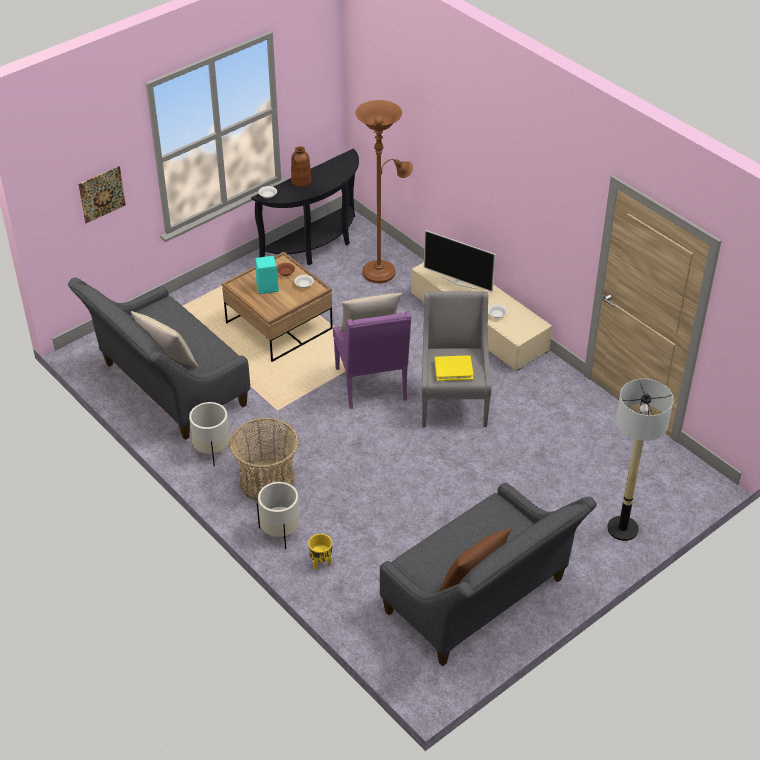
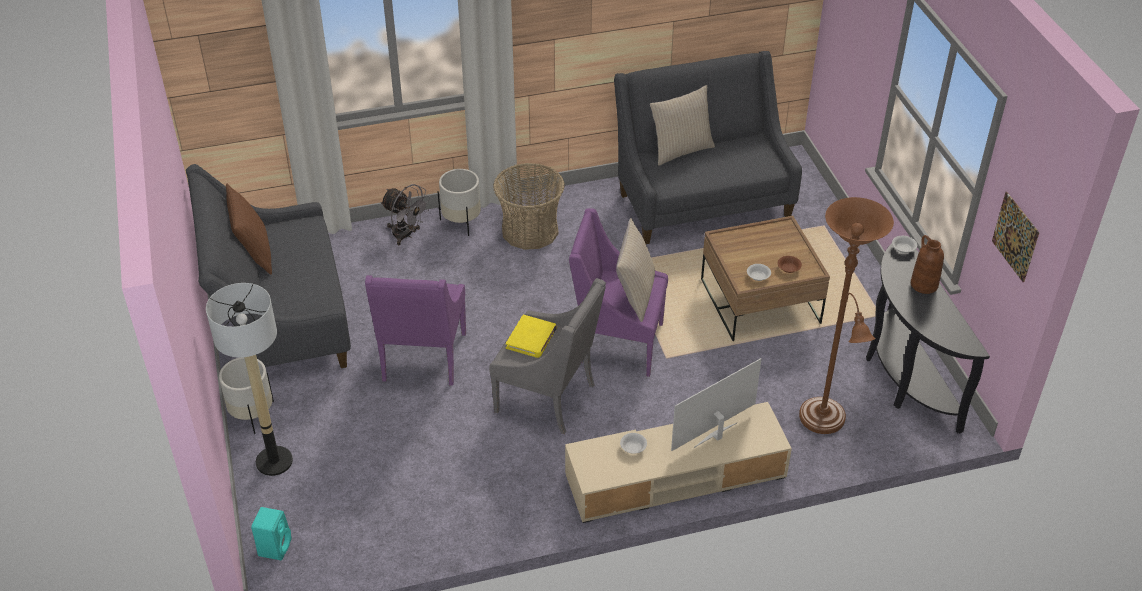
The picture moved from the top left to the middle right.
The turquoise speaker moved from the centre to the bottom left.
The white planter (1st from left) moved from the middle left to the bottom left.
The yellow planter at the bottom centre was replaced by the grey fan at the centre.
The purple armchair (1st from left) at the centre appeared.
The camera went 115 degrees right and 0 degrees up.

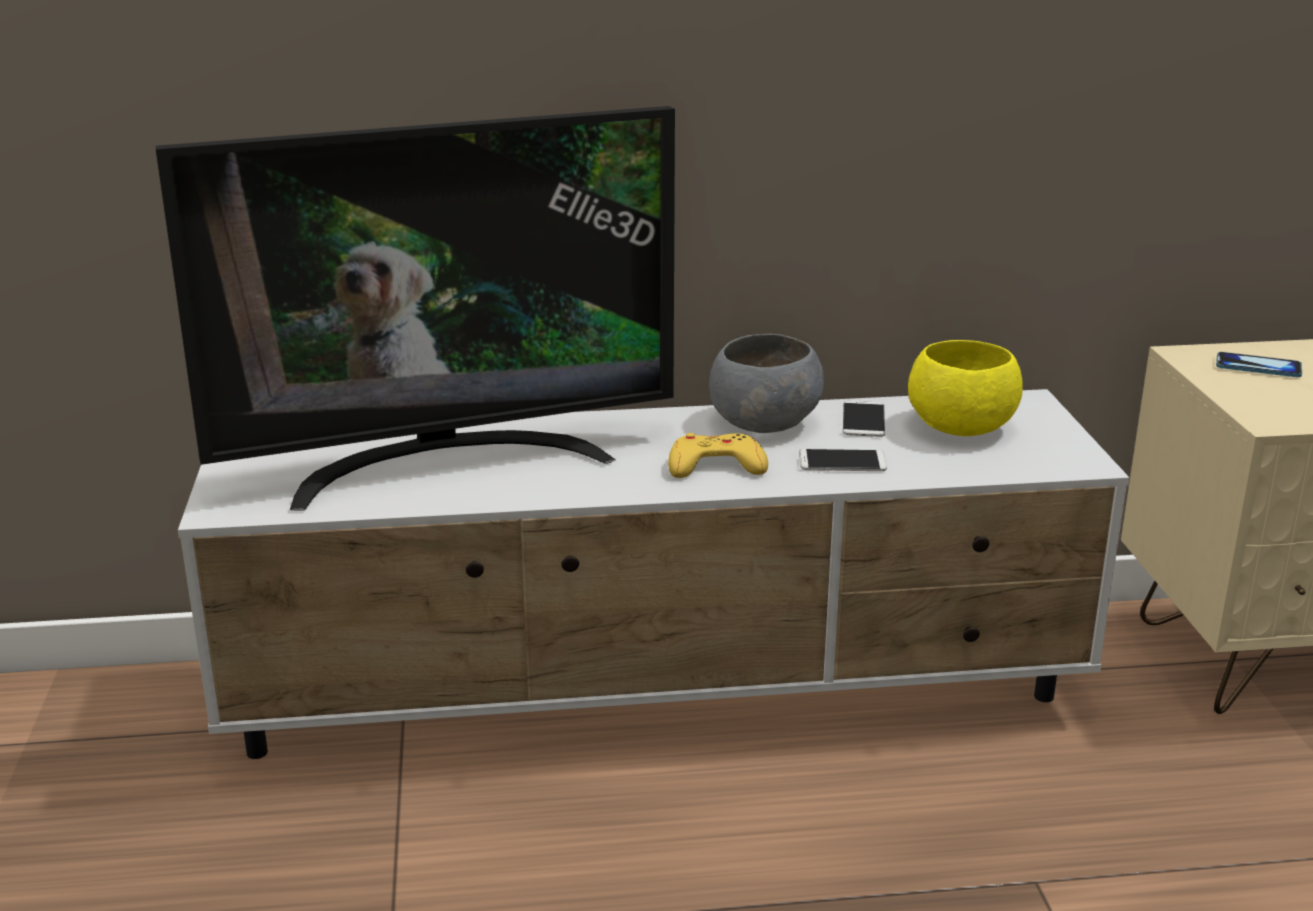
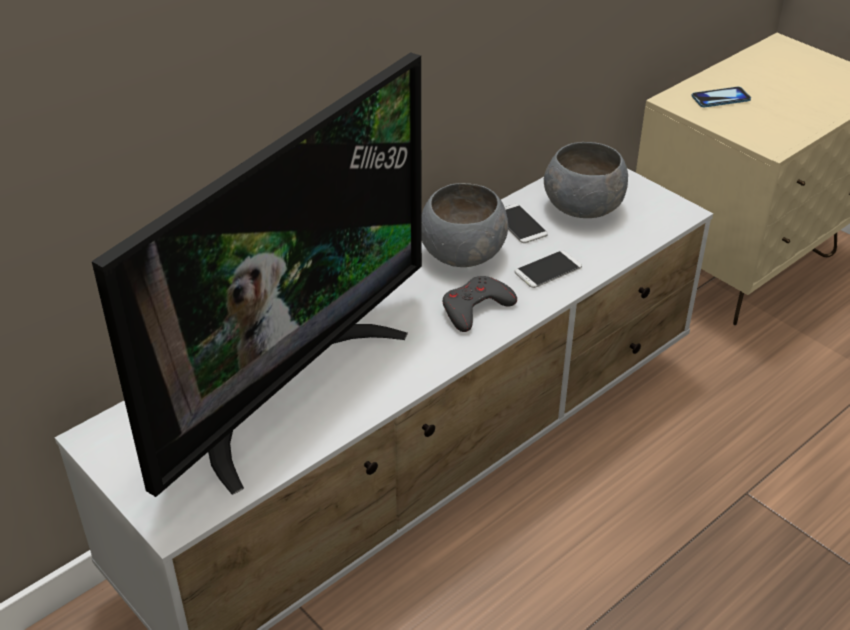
The yellow bowl at the middle right became the grey bowl (2nd from left) at the top right.
The yellow game controller at the centre became the grey game controller at the centre.
The camera went 35 degrees left and 15 degrees up.

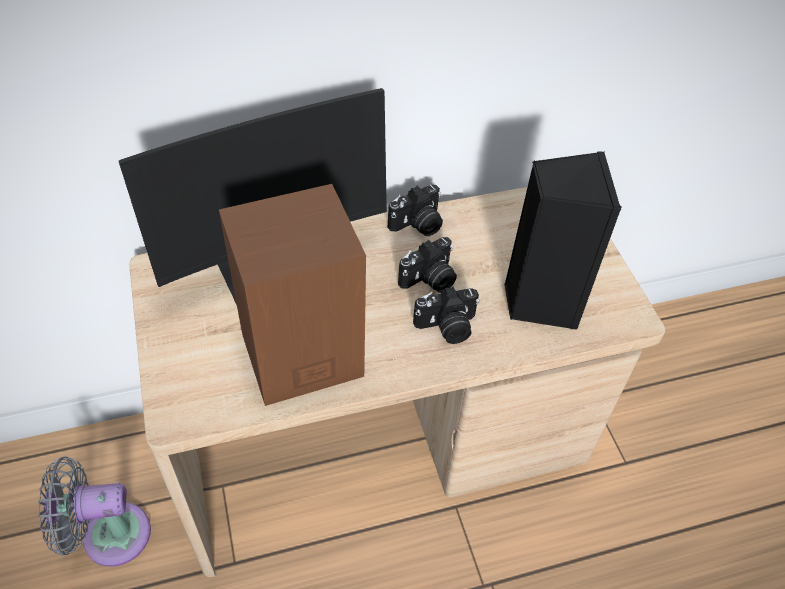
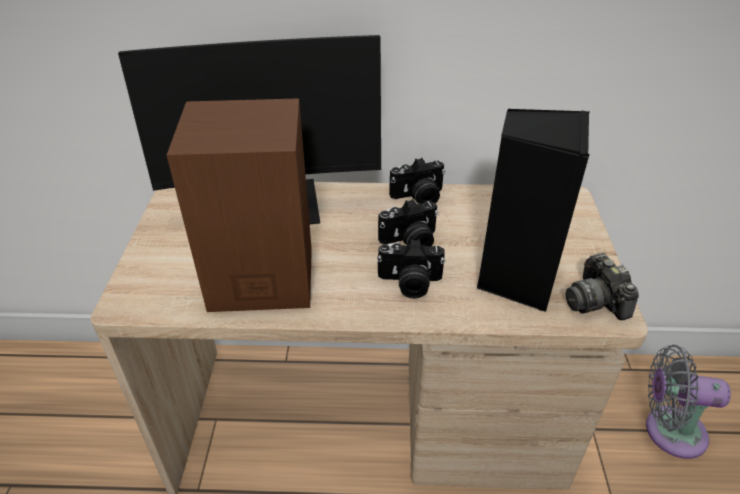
The grey fan moved from the bottom left to the bottom right.
The photo camera (4th from left) at the middle right appeared.
The camera went 20 degrees right and 10 degrees down.

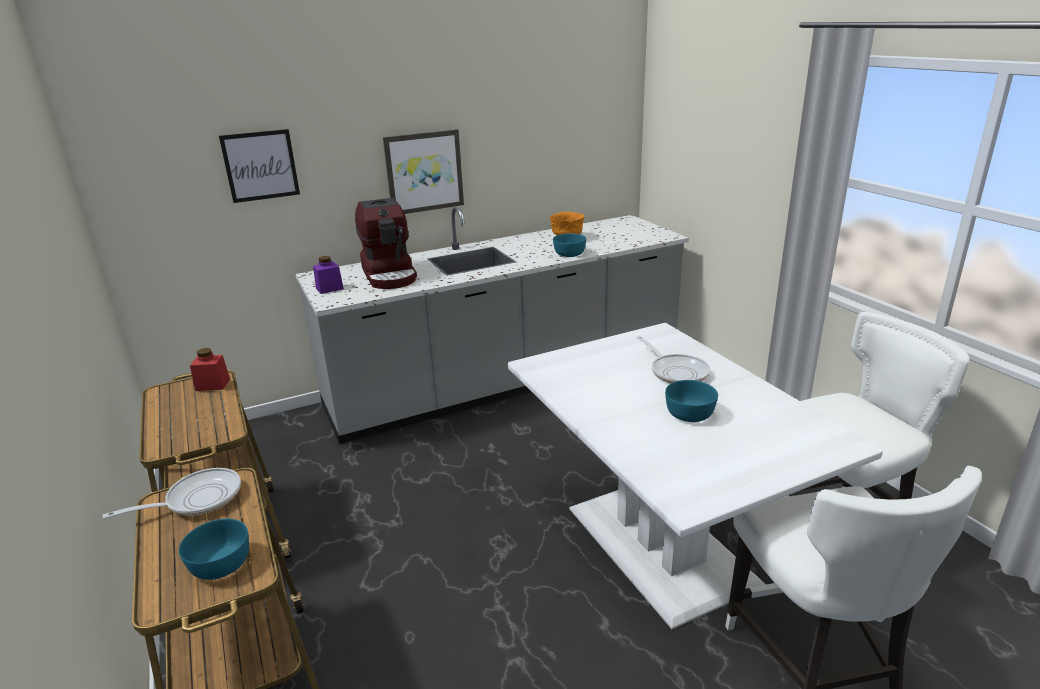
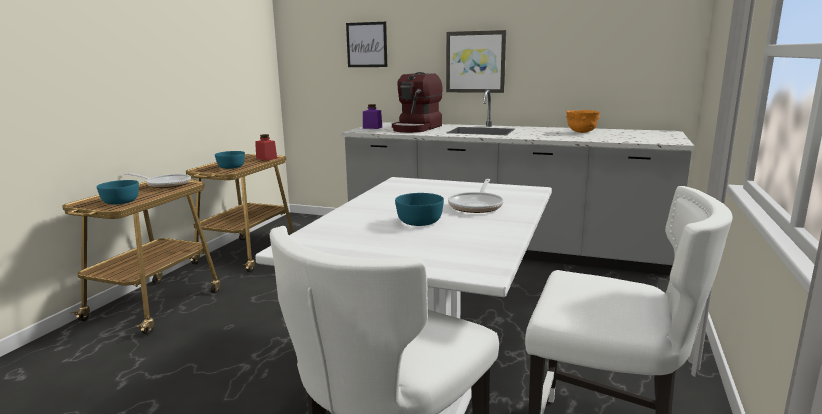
The turquoise bowl (2nd from left) moved from the centre to the middle left.
The camera went 45 degrees right and 10 degrees down.

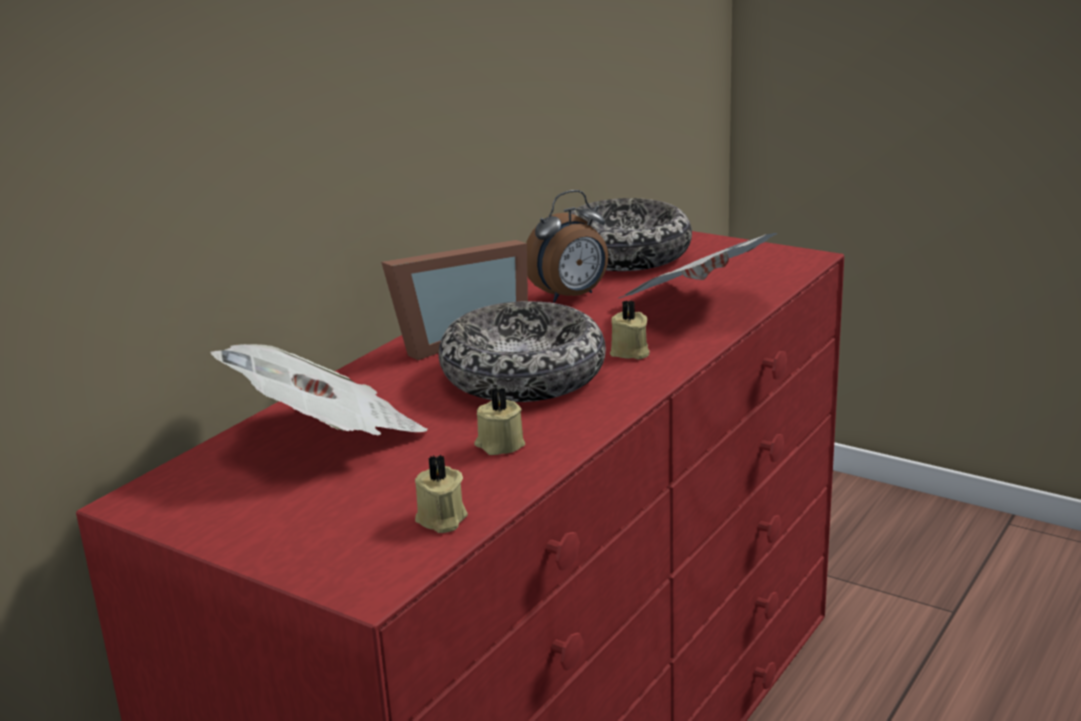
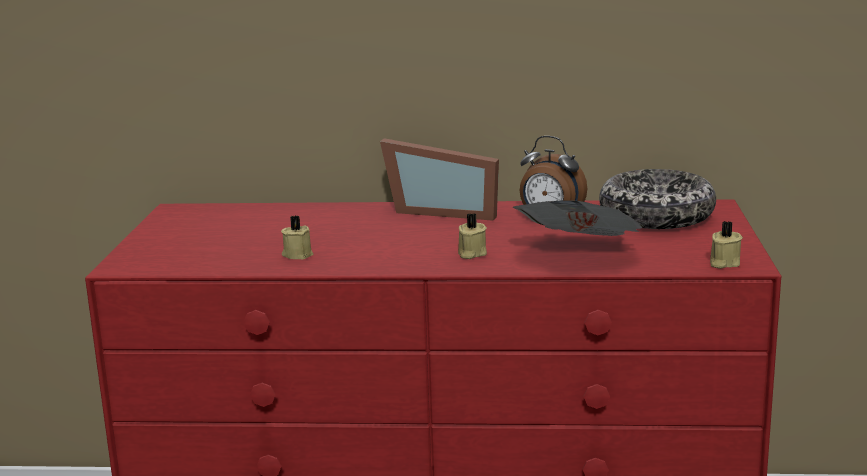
The bowl (1st from left) at the centre disappeared.
The newspaper (1st from left) at the middle left disappeared.
The beige candle (1st from left in the first image) moved from the bottom centre to the middle right.
The camera went 60 degrees right and 5 degrees down.

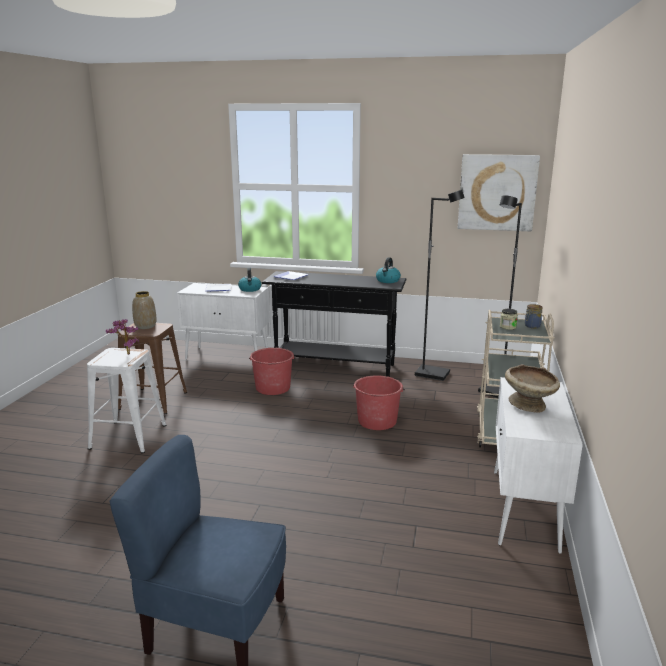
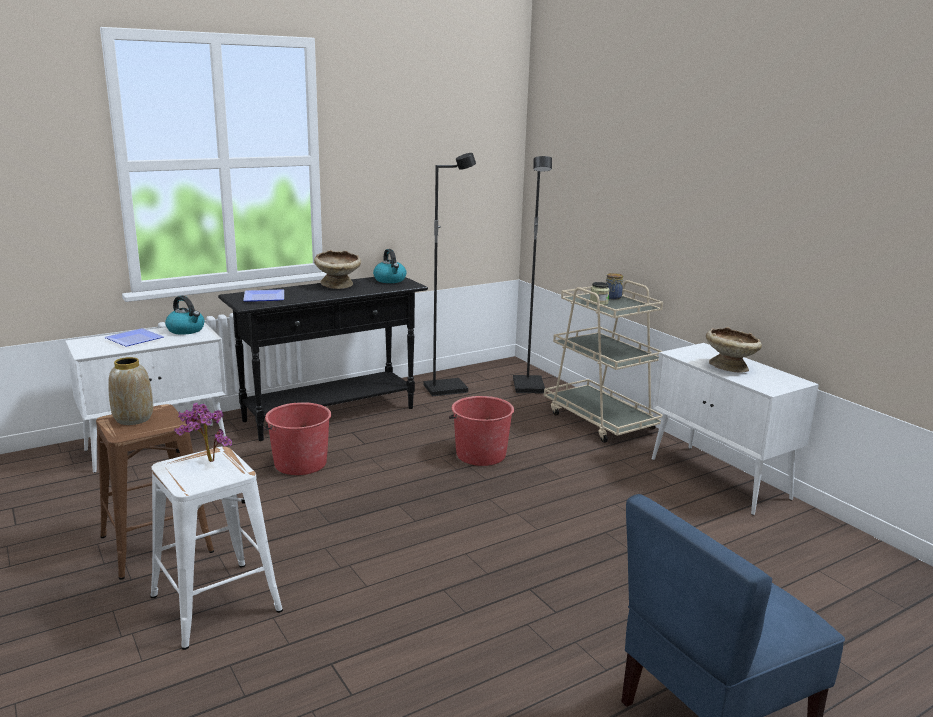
The picture at the top right disappeared.
The beige bowl (1st from left) at the centre appeared.
The camera went 45 degrees left and 0 degrees up.

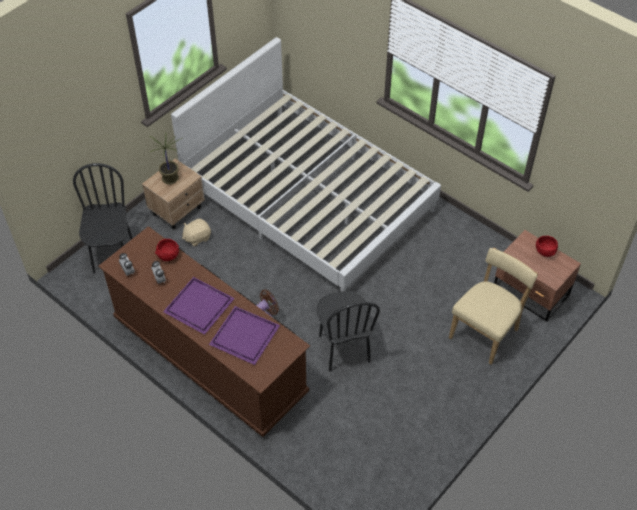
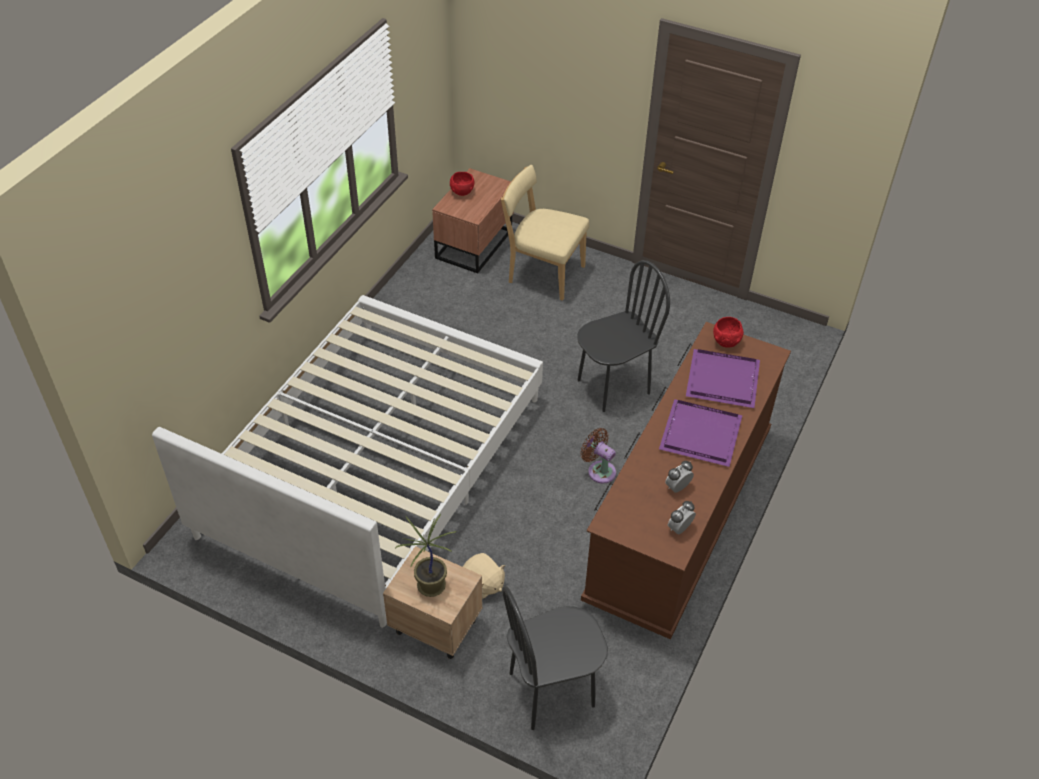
The red bowl (1st from left in the first image) moved from the middle left to the middle right.
The camera went 105 degrees left and 5 degrees down.

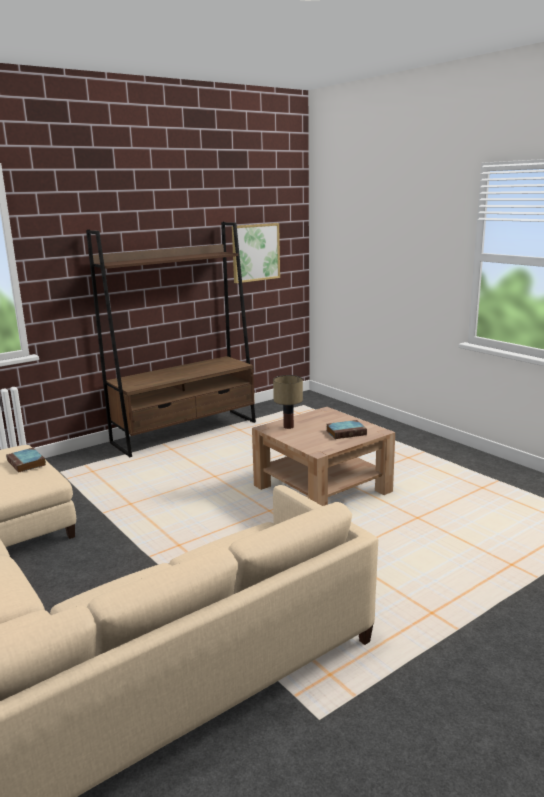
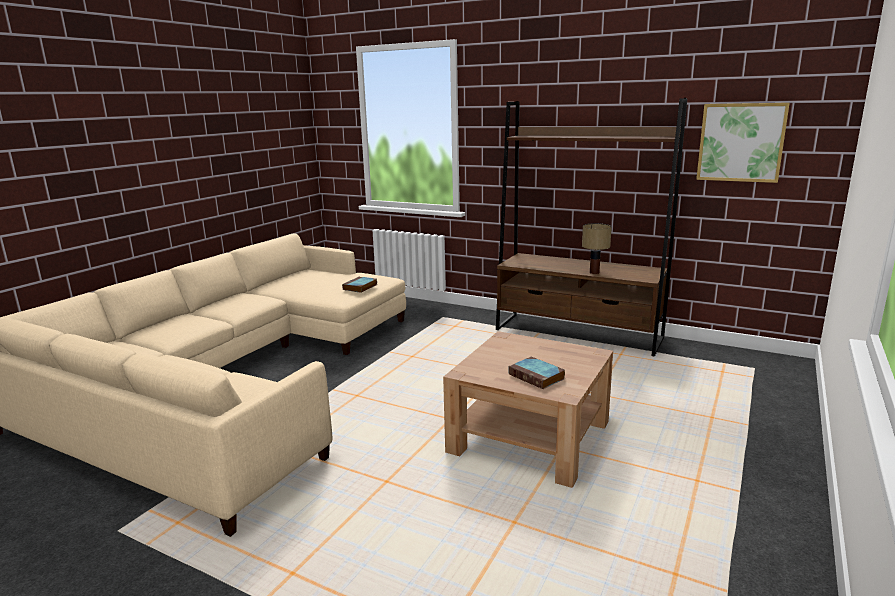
The table lamp moved from the centre to the middle right.
The camera went 65 degrees right and 0 degrees up.

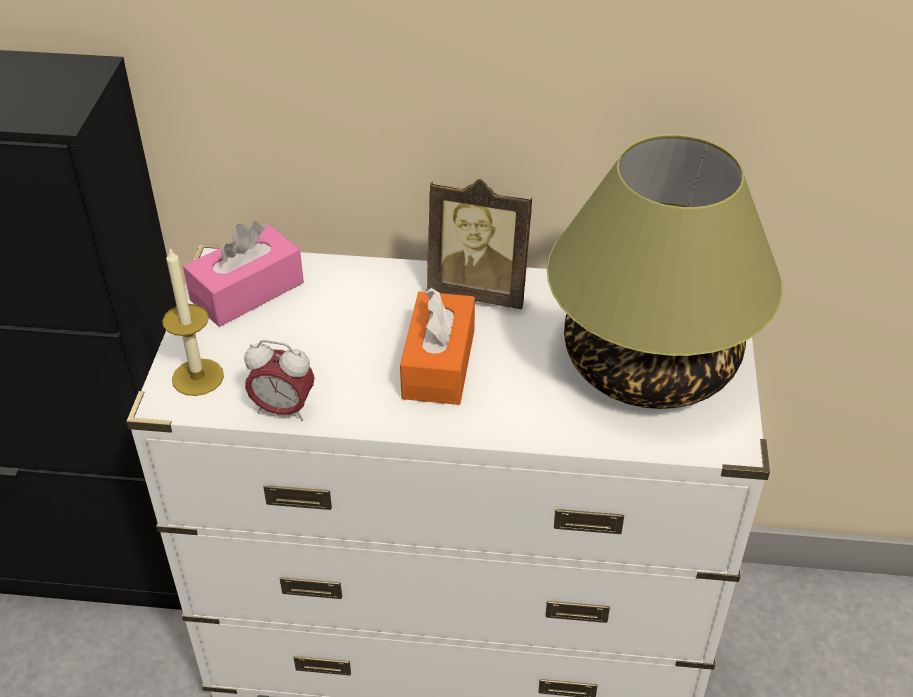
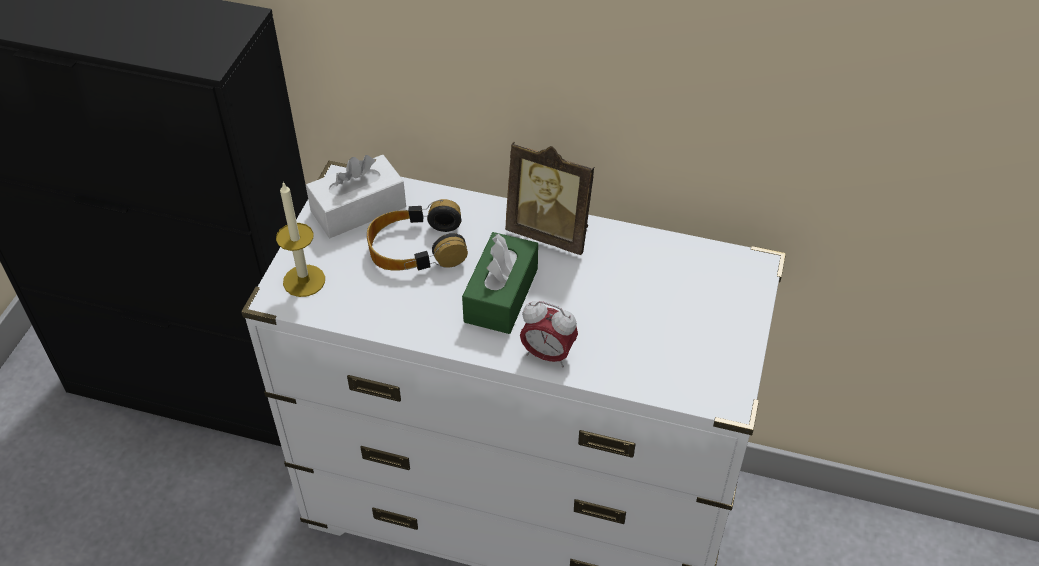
The table lamp at the middle right disappeared.
The pink tissue box at the middle left became the white tissue box at the centre.
The orange tissue box at the centre became the green tissue box at the centre.
The alarm clock moved from the middle left to the centre.
The headphones at the centre appeared.
The camera went 10 degrees right and 5 degrees up.

